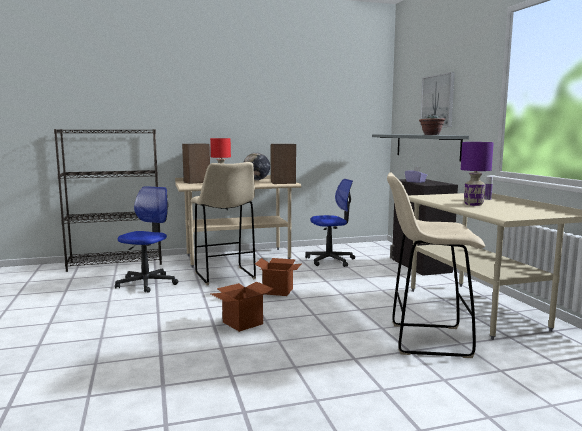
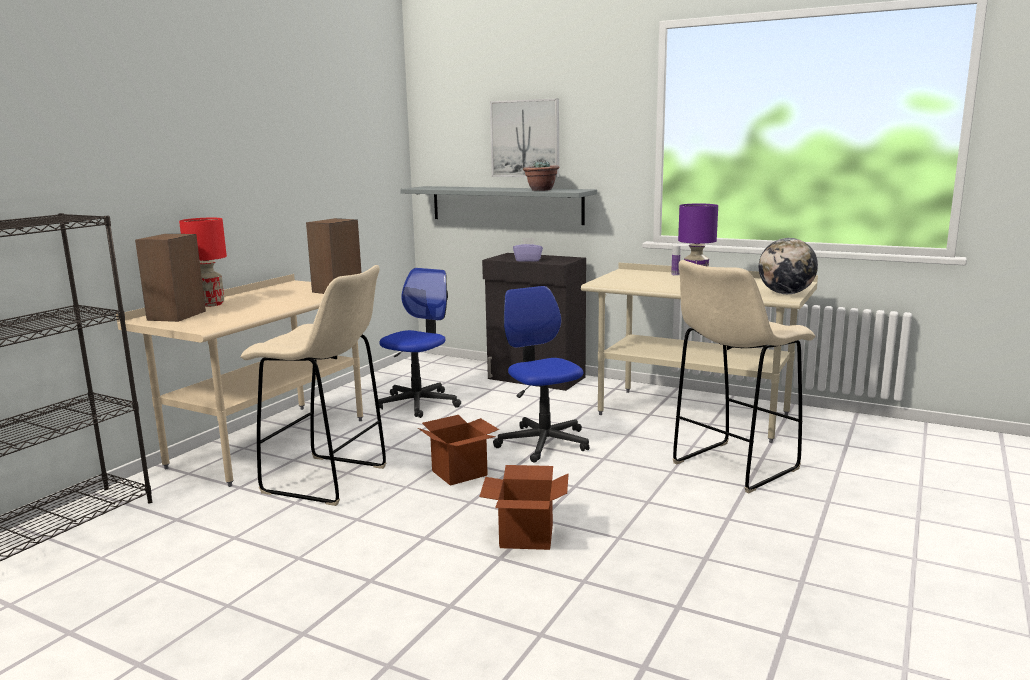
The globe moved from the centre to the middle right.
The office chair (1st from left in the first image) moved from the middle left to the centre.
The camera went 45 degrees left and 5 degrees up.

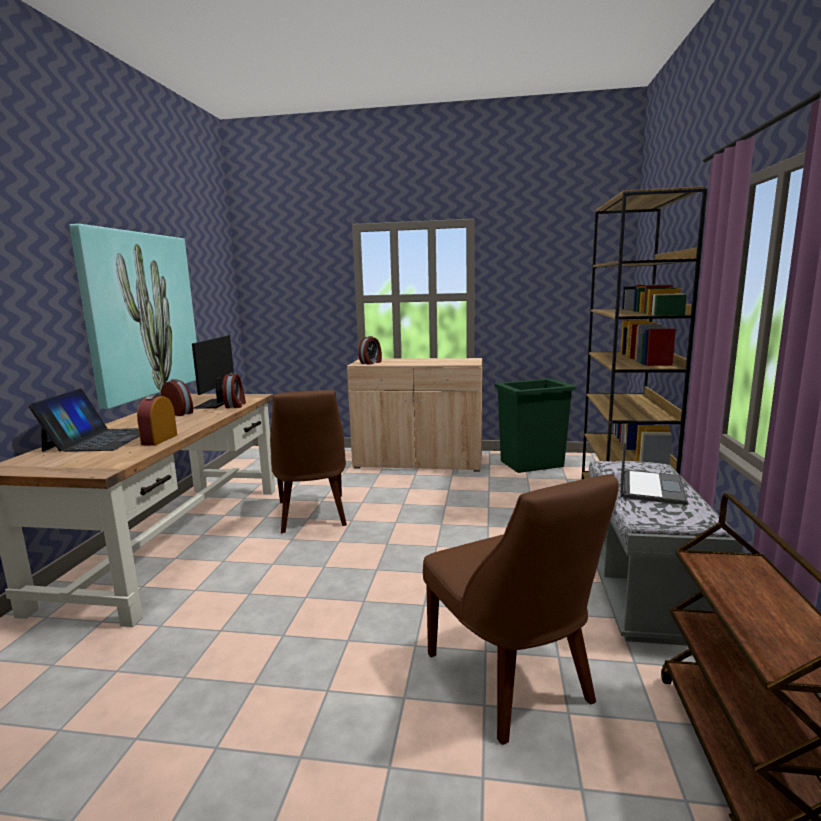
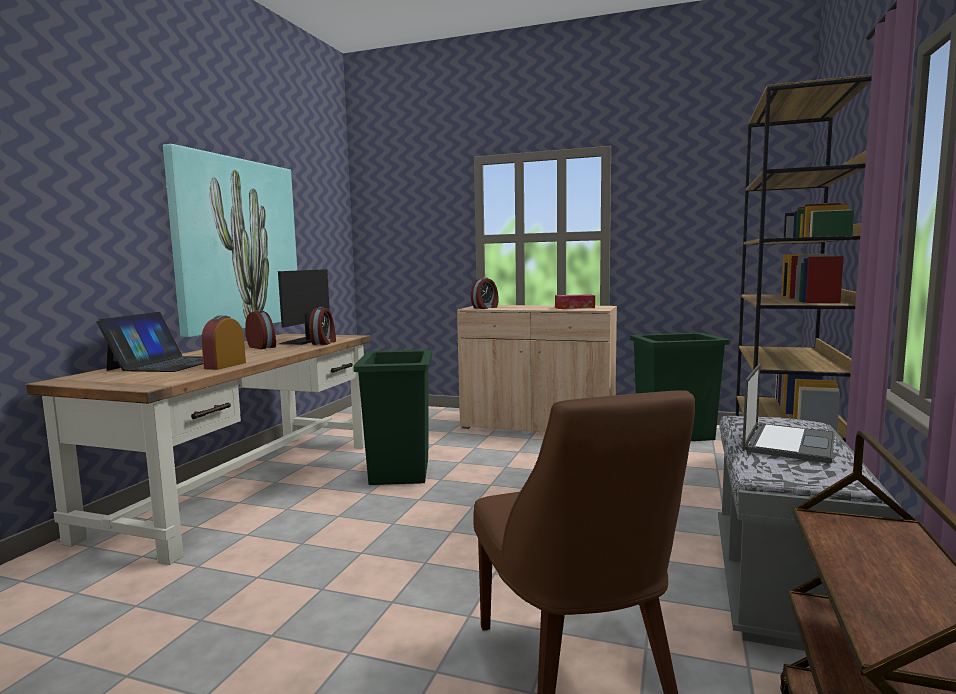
The brown chair (1st from left) at the centre was replaced by the green trash can (1st from left) at the centre.
The tissue box at the centre appeared.
The camera went 10 degrees right and 5 degrees down.

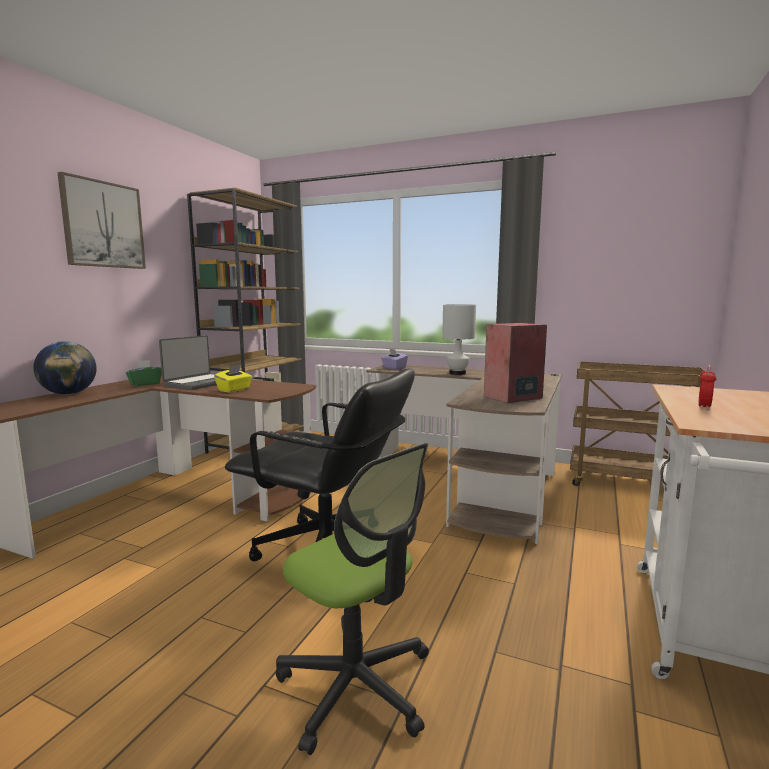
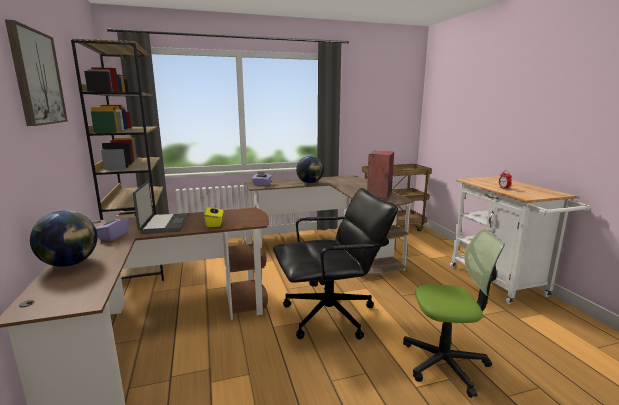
The white table lamp at the centre was replaced by the globe (2nd from left) at the centre.
The green tissue box at the middle left became the purple tissue box (1st from left) at the middle left.
The camera went 40 degrees left and 5 degrees up.

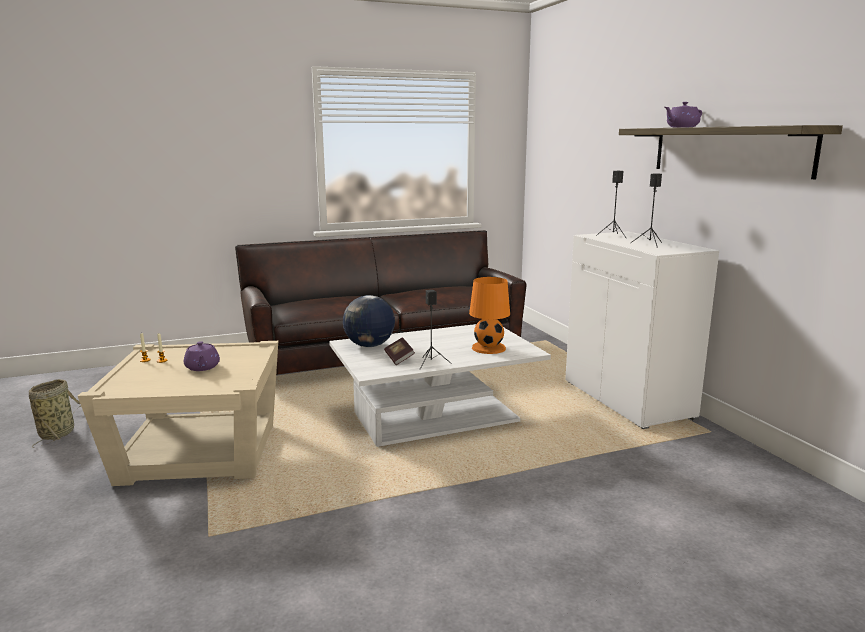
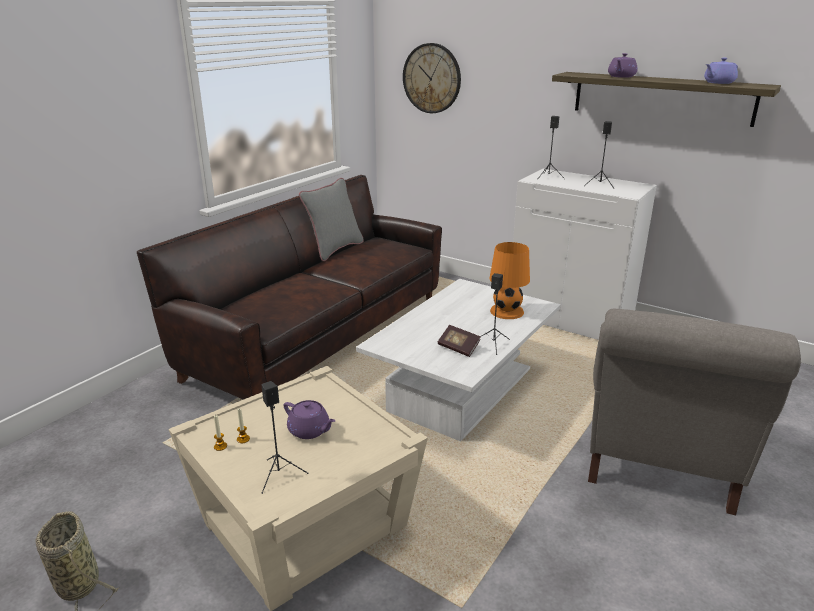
The globe at the centre disappeared.
The wall clock at the top centre appeared.
The purple teapot (3rd from left) at the top right appeared.
The grey pillow at the centre appeared.
The grey armchair at the bottom right appeared.
The black speaker (1st from left) at the bottom centre appeared.
The camera went 35 degrees left and 10 degrees up.

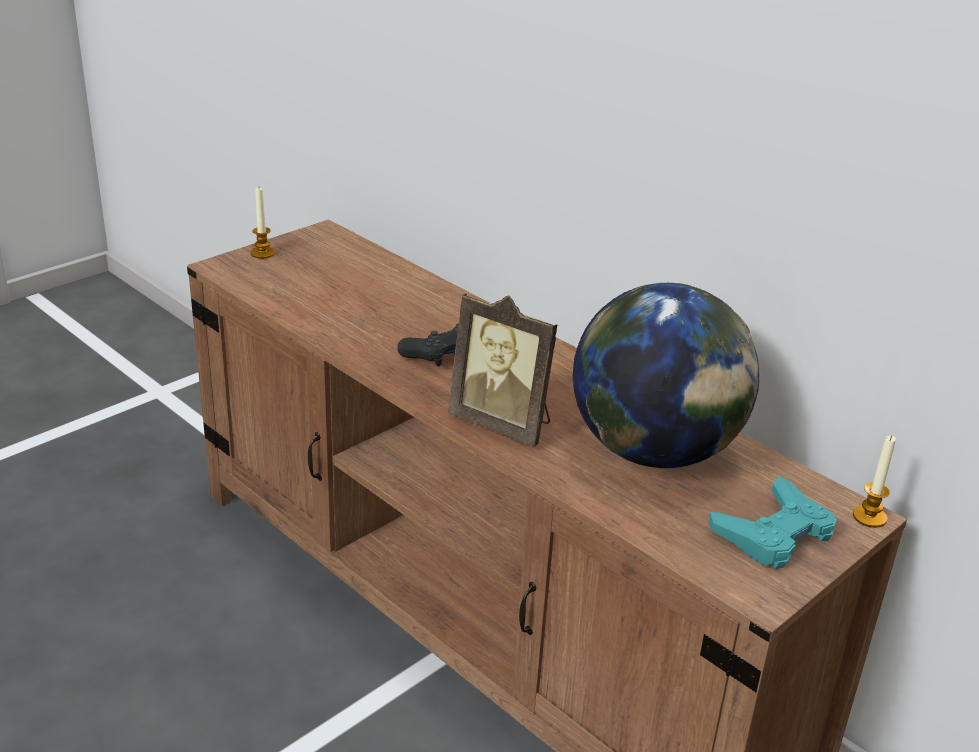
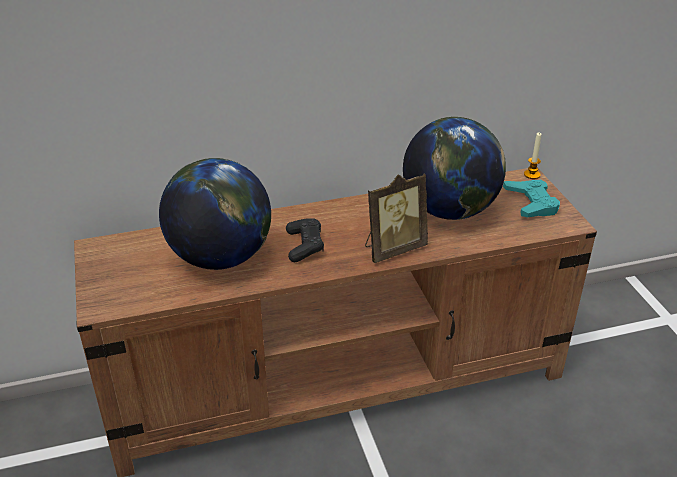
The candle (1st from left) at the top left disappeared.
The globe (1st from left) at the middle left appeared.
The camera went 60 degrees left and 5 degrees up.

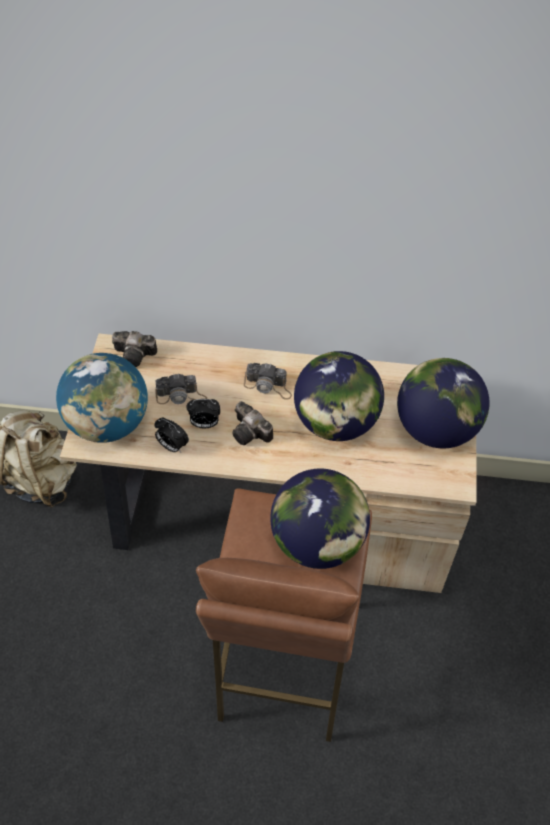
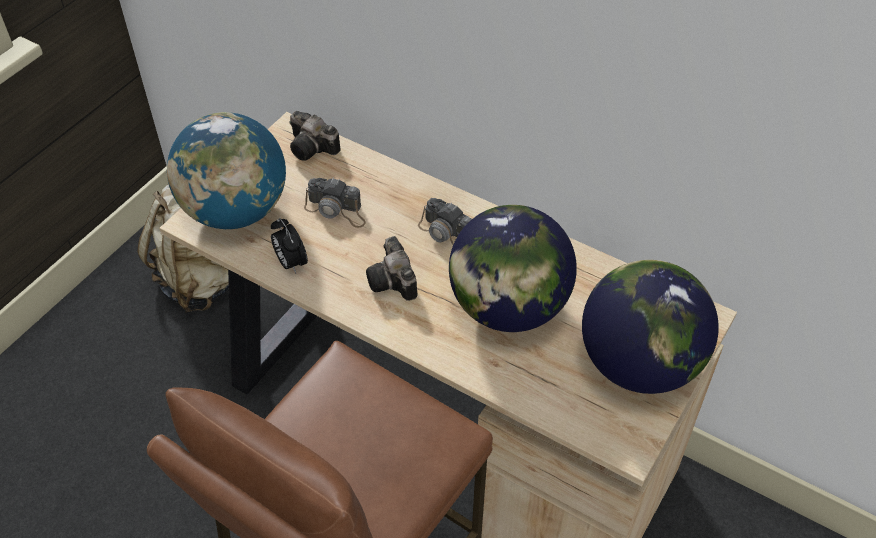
The alarm clock (2nd from left) at the centre disappeared.
The globe (2nd from left) at the centre disappeared.
The camera went 25 degrees right and 5 degrees down.

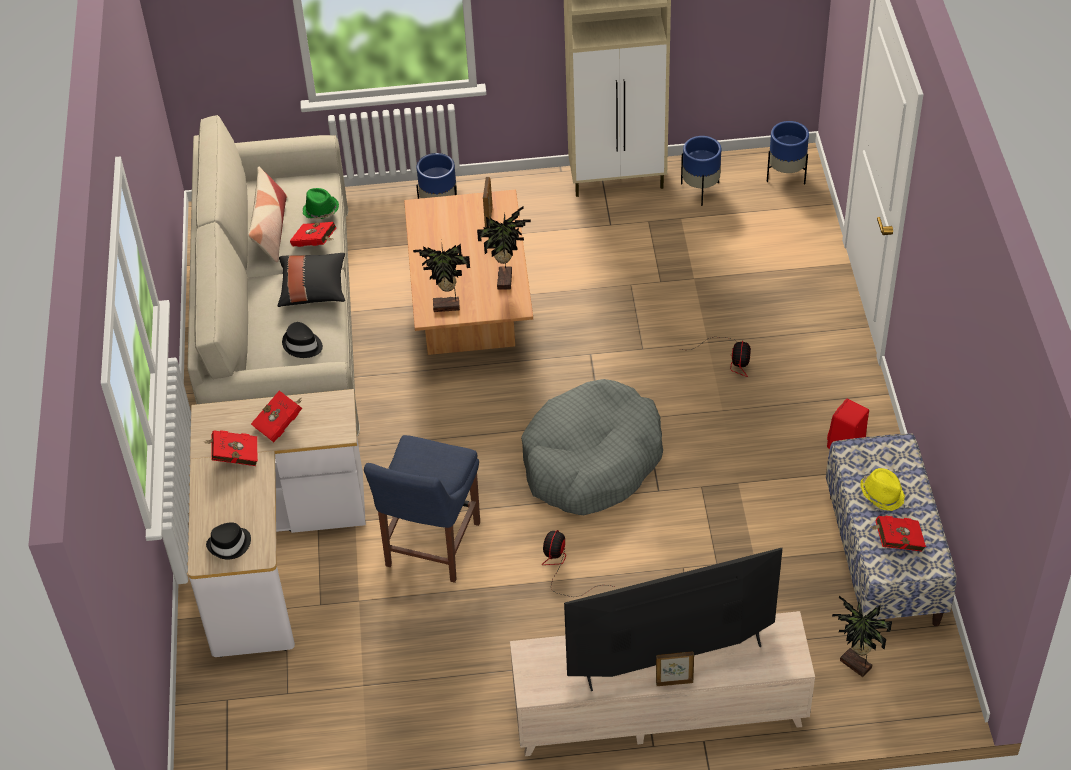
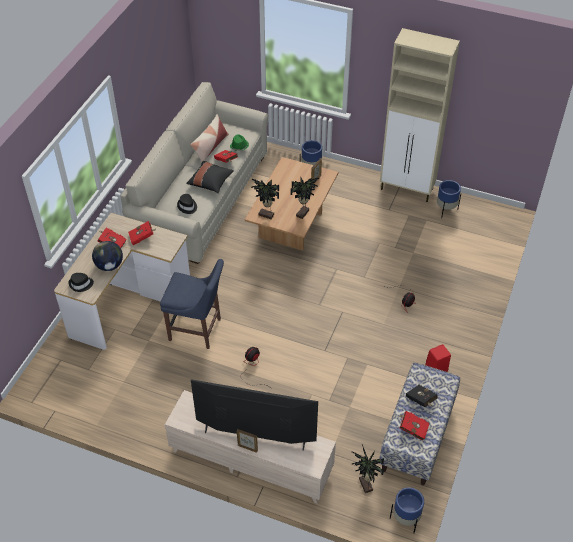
The blue planter (3rd from left in the first image) moved from the top right to the bottom right.
The grey dog bed at the centre disappeared.
The blue chair at the centre turned 120 degrees counterclockwise.
The yellow hat at the middle right was replaced by the black book at the bottom right.
The globe at the middle left appeared.
The camera went 25 degrees right and 0 degrees up.

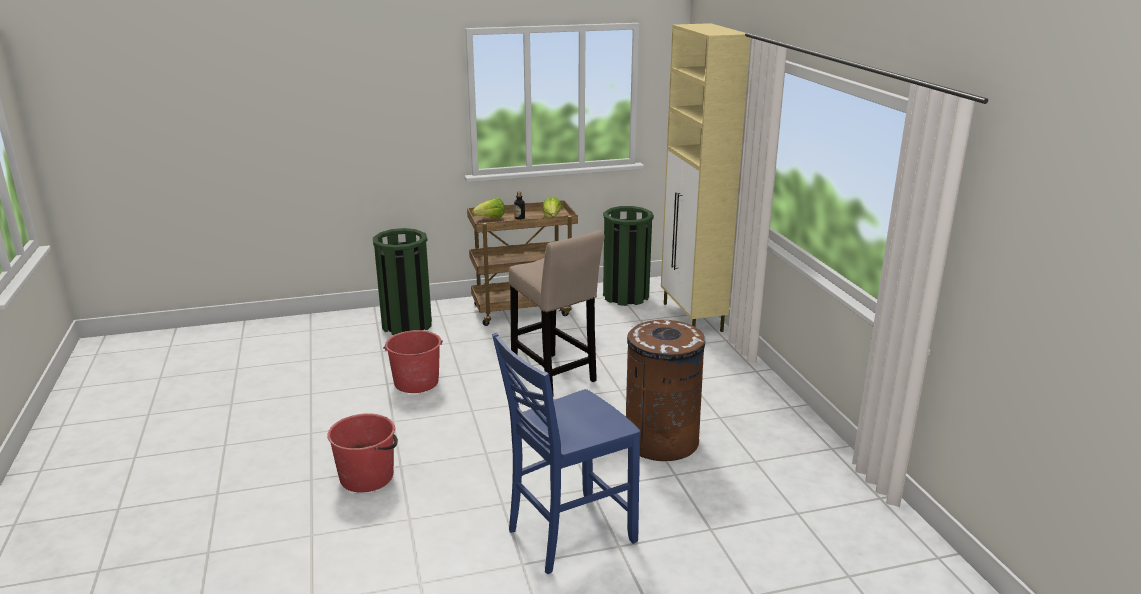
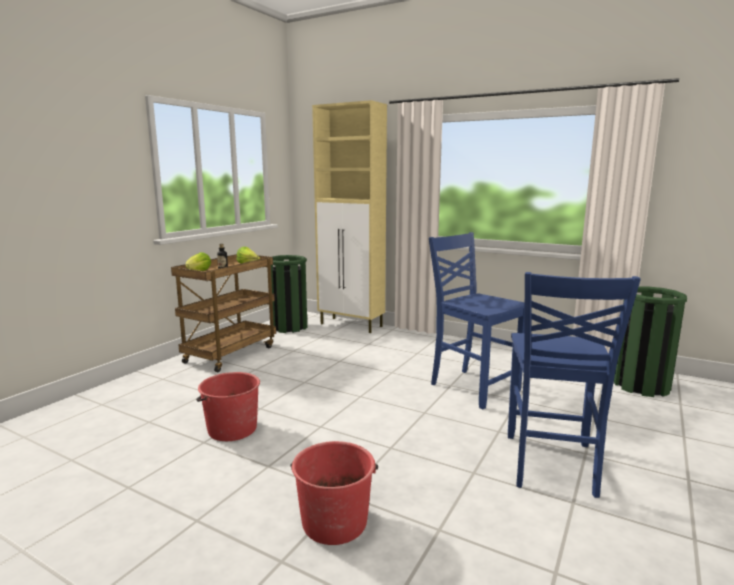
The green trash can (1st from left in the first image) moved from the centre to the middle right.
The beige stool at the centre disappeared.
The brown trash can at the centre was replaced by the blue chair (1st from left) at the centre.
The camera went 45 degrees left and 10 degrees down.

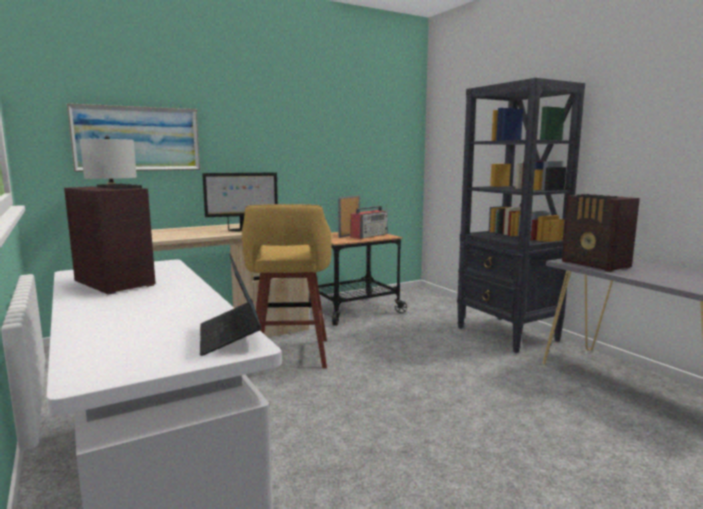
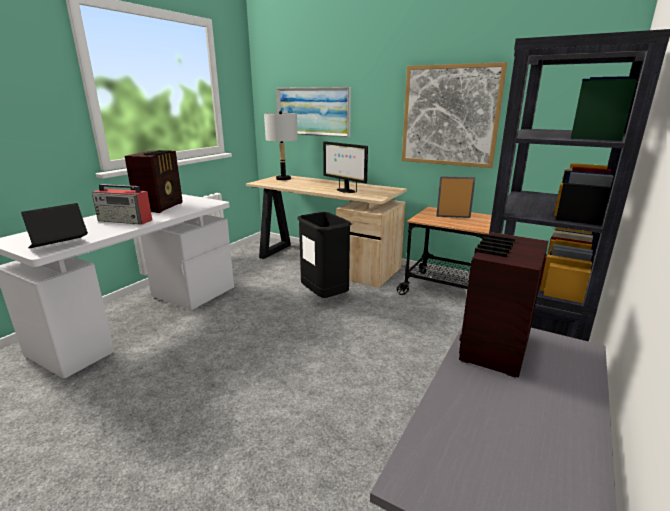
The yellow stool at the centre was replaced by the black trash can at the centre.
The radio (2nd from left in the first image) moved from the centre to the middle left.
The picture (2nd from left) at the top right appeared.
The camera went 60 degrees right and 10 degrees up.

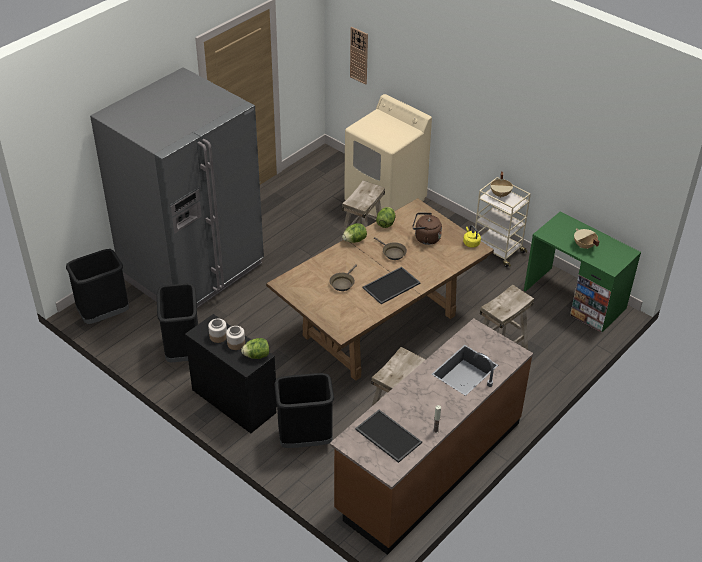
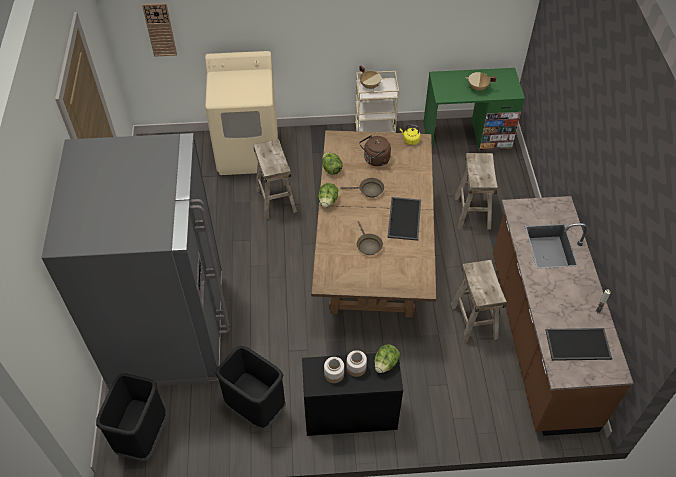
The black trash can (3rd from left) at the bottom centre disappeared.
The camera went 45 degrees left and 10 degrees up.

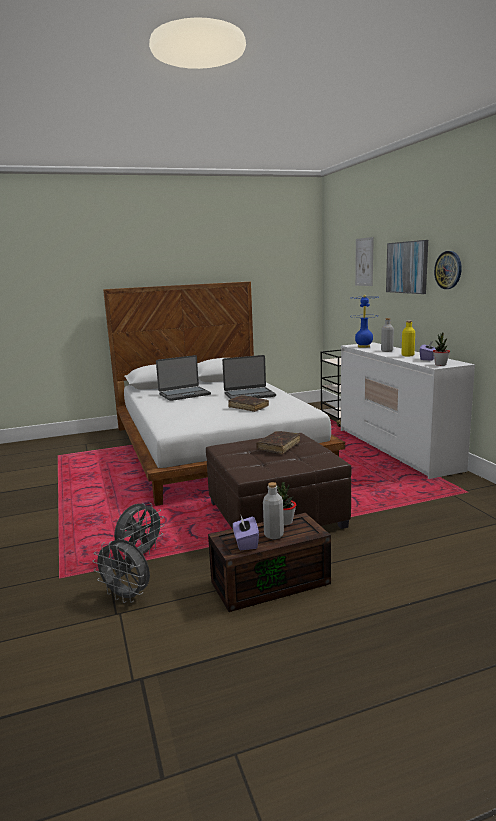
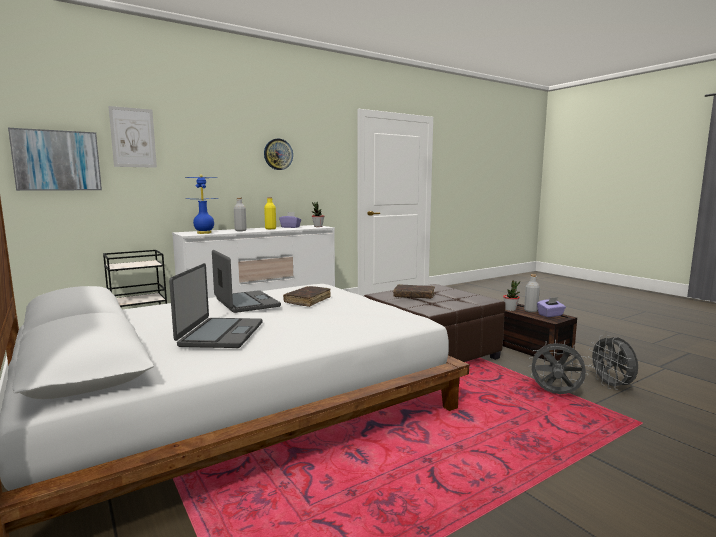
The picture (2nd from left in the first image) moved from the top right to the top left.
The laptop (1st from left) at the centre turned 45 degrees clockwise.
The grey fan (1st from left in the first image) at the bottom left turned 150 degrees clockwise.
The camera went 105 degrees left and 5 degrees down.

